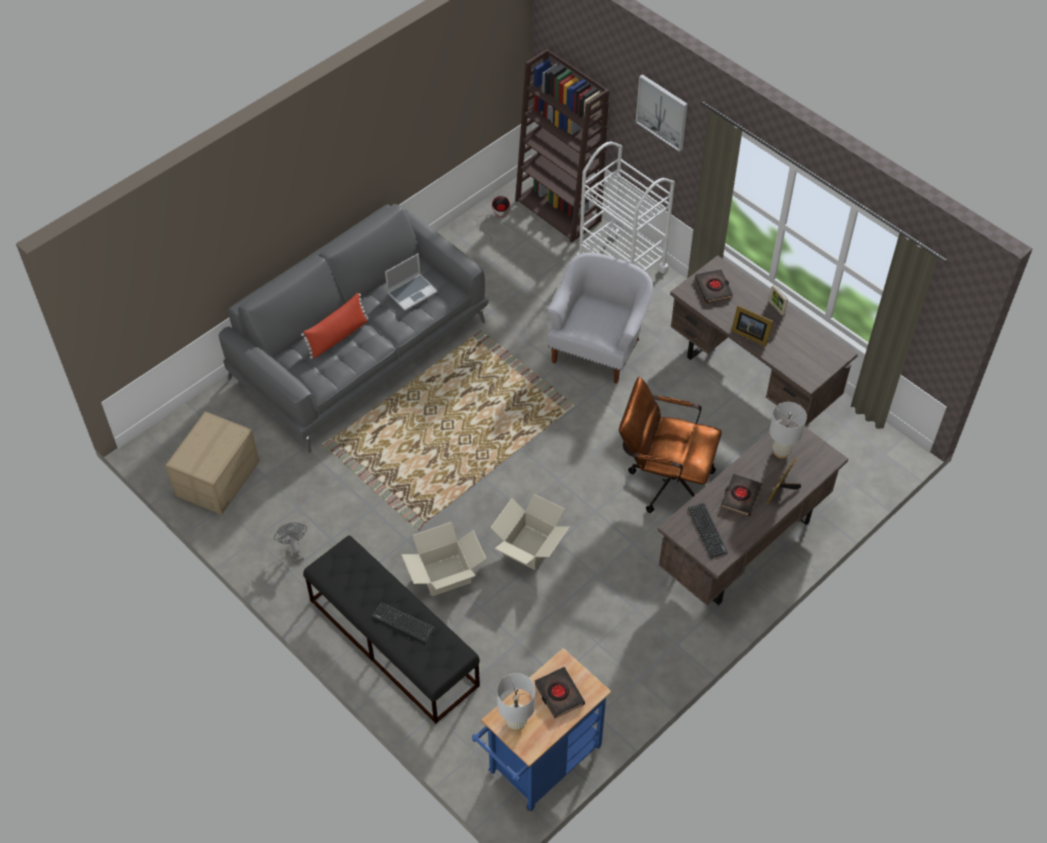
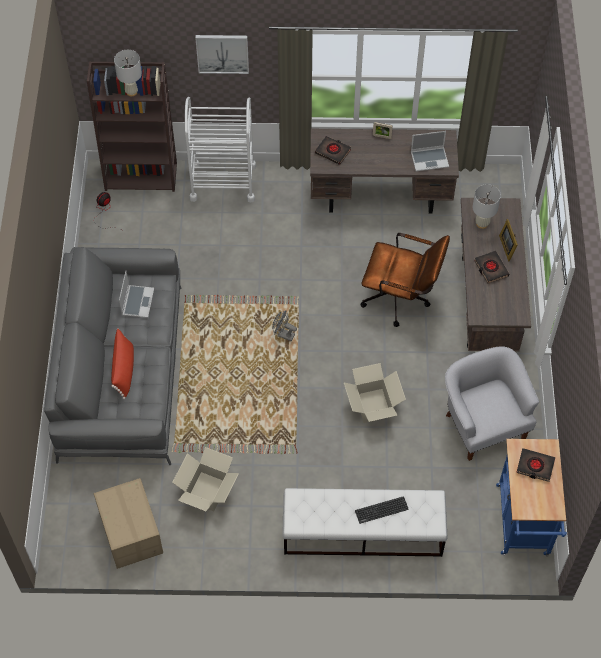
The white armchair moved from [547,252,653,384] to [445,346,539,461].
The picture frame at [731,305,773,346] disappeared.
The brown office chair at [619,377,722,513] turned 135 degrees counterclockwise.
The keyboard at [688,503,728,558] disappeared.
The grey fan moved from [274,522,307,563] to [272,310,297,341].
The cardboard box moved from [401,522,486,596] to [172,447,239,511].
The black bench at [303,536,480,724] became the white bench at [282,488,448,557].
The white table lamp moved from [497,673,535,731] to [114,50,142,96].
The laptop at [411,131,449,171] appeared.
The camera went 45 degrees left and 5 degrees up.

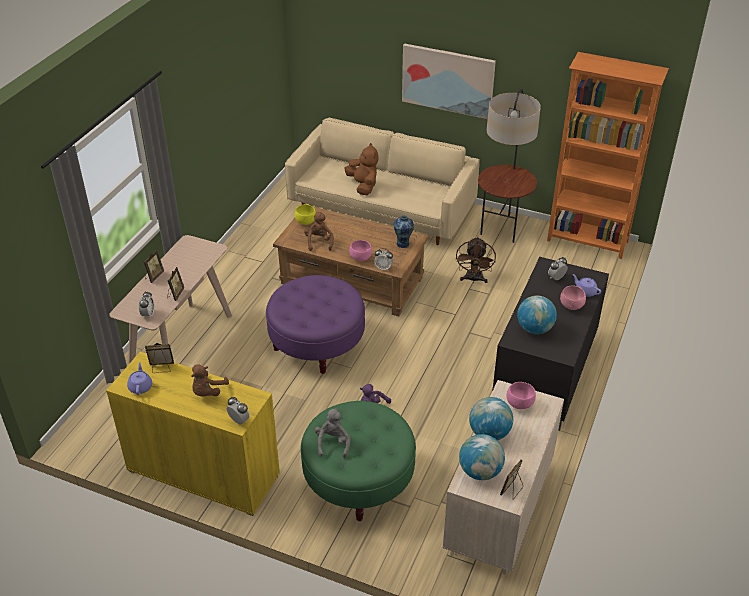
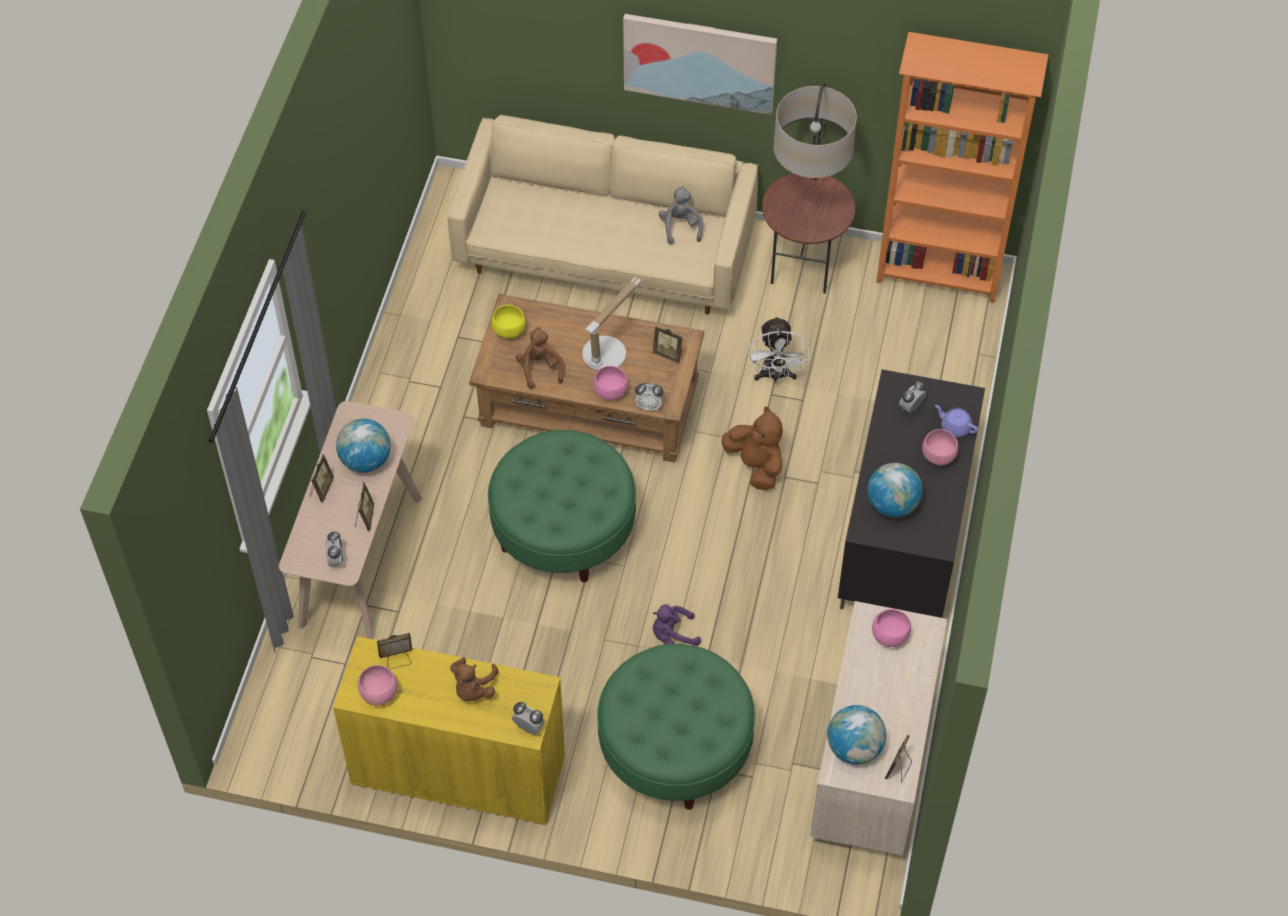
The brown plush toy moved from [345,143,379,195] to [722,406,783,490].
The vase at [393,215,414,248] was replaced by the picture frame at [653,326,683,363].
The brown fan at [456,237,496,283] became the white fan at [748,316,809,382].
The purple ottoman at [266,275,365,374] became the green ottoman at [488,430,636,583].
The purple teapot at [127,363,152,395] was replaced by the pink bowl at [358,665,398,706].
The globe moved from [469,397,513,440] to [336,419,391,473].
The grey plush toy moved from [315,408,350,458] to [659,186,704,245].
The table lamp at [582,277,641,371] appeared.
The camera went 10 degrees left and 15 degrees up.

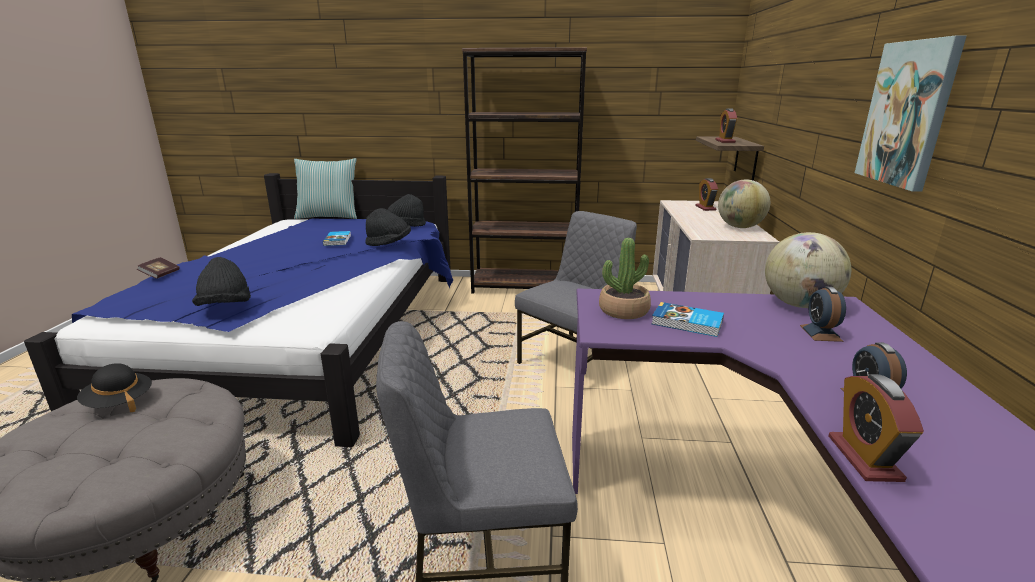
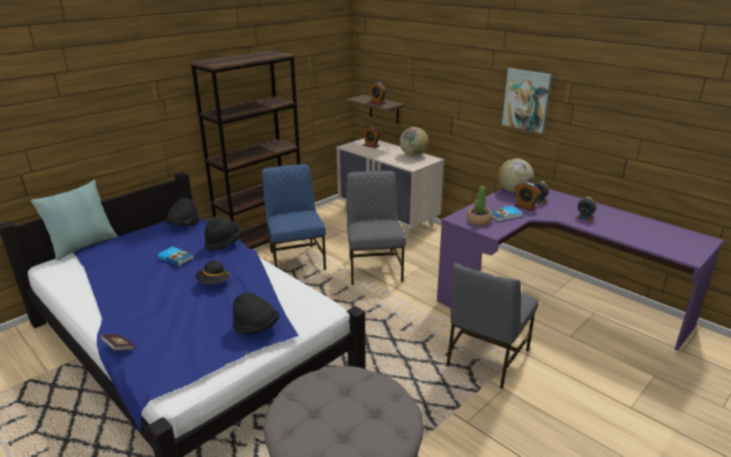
The black hat moved from [77,363,152,412] to [195,261,231,284].
The alarm clock moved from [828,374,924,482] to [514,182,541,211].
The blue chair at [262,164,326,270] appeared.
The camera went 50 degrees left and 5 degrees up.

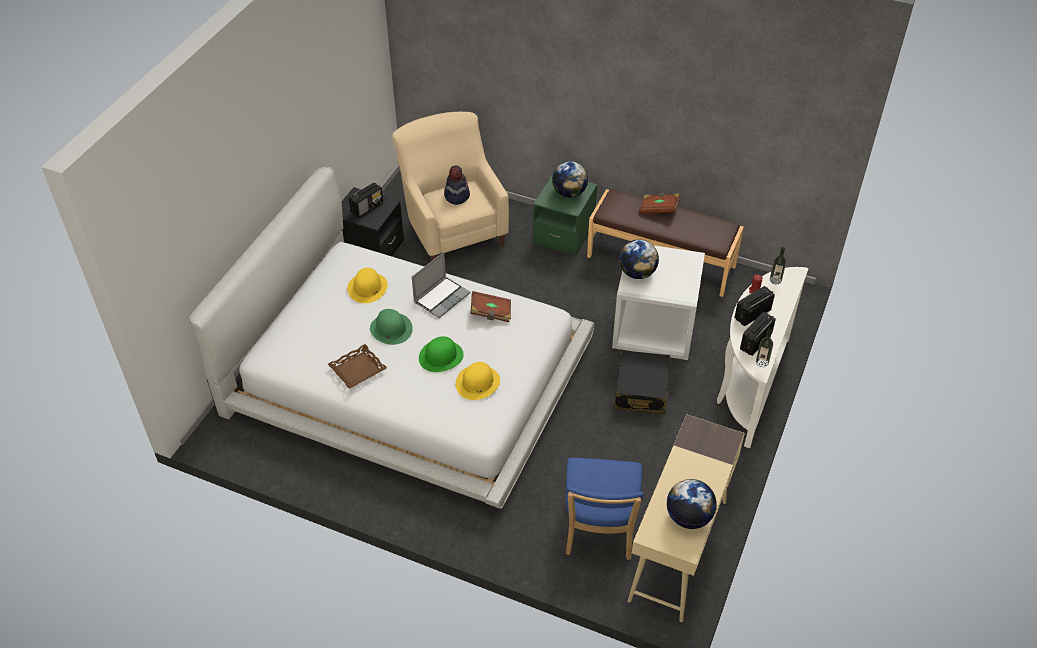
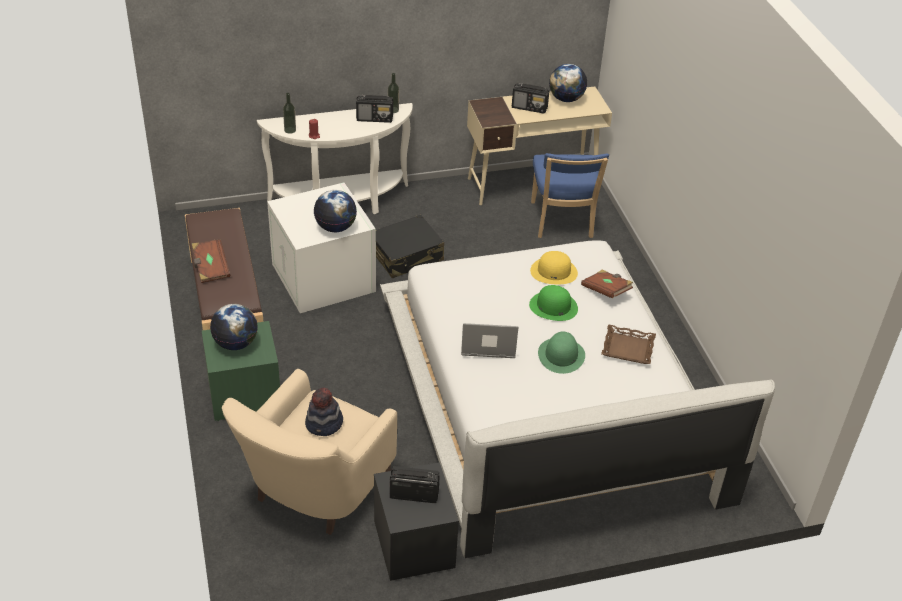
The yellow hat at [347,268,388,303] disappeared.
The radio moved from [734,286,775,326] to [512,83,549,114].
The brown book moved from [470,291,511,322] to [581,270,633,298].
The blue chair at [566,457,644,560] turned 120 degrees clockwise.
The camera went 130 degrees left and 5 degrees down.

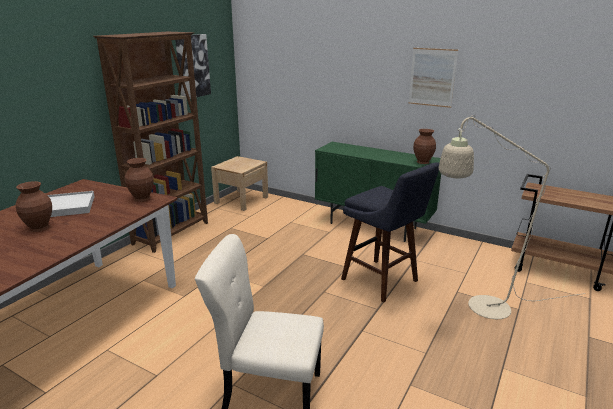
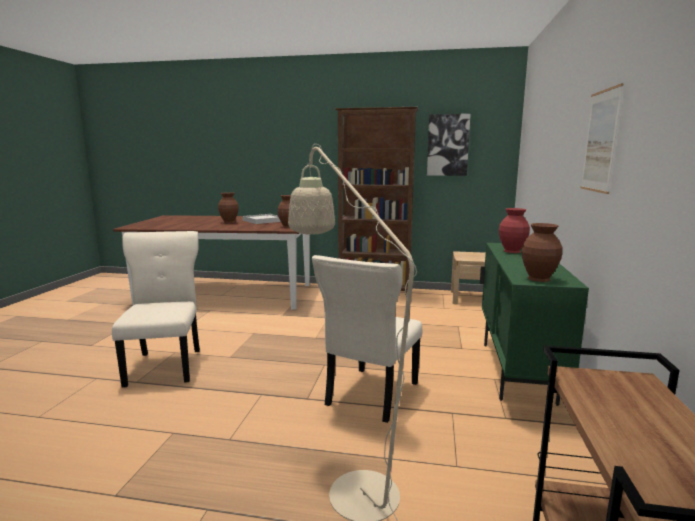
The blue stool at [341,162,439,302] was replaced by the beige chair at [312,255,422,423].
The red vase at [499,208,530,253] appeared.
The camera went 70 degrees right and 10 degrees down.

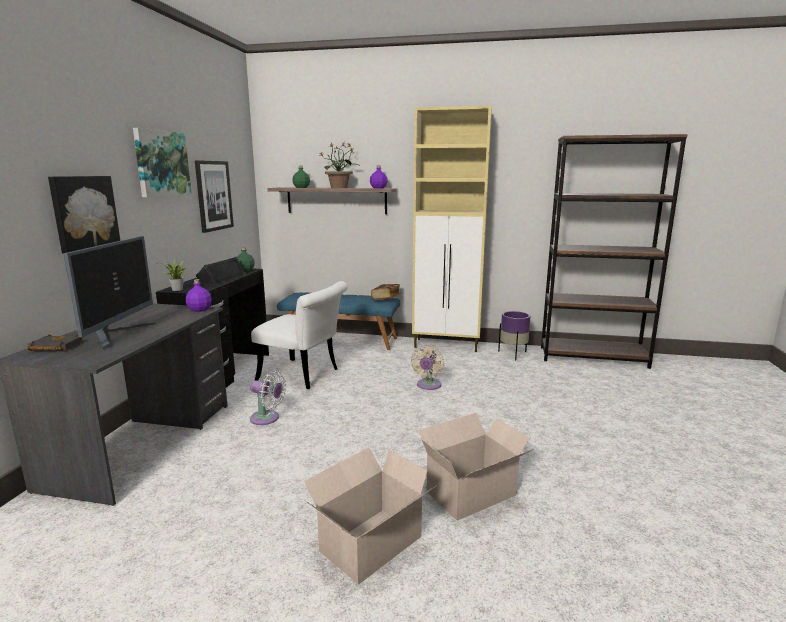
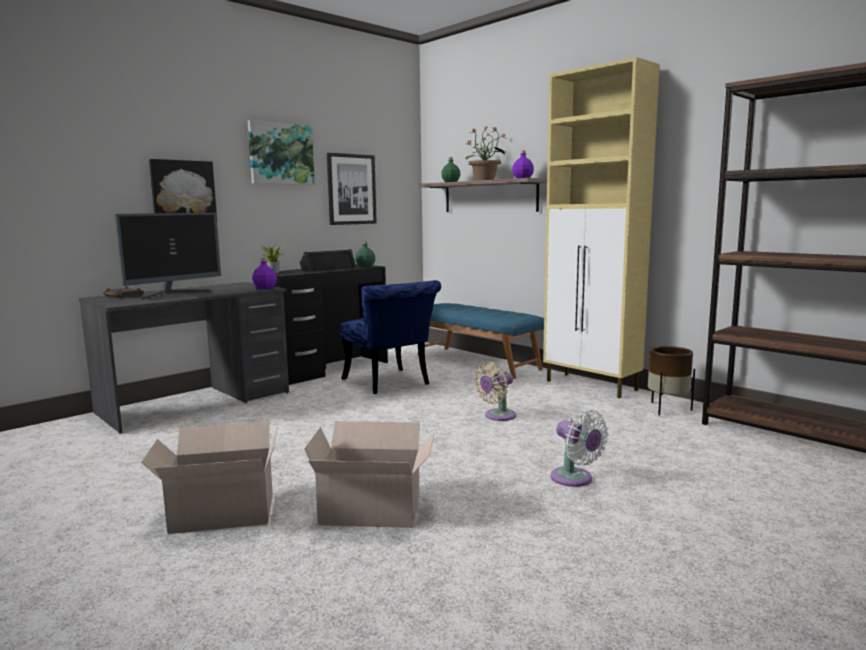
The white chair at [251,281,347,389] became the blue chair at [340,280,441,394].
The book at [371,284,401,300] disappeared.
The purple planter at [498,311,531,360] became the brown planter at [648,346,695,416].
The white fan moved from [250,370,286,425] to [551,410,609,487].
The camera went 35 degrees right and 5 degrees down.

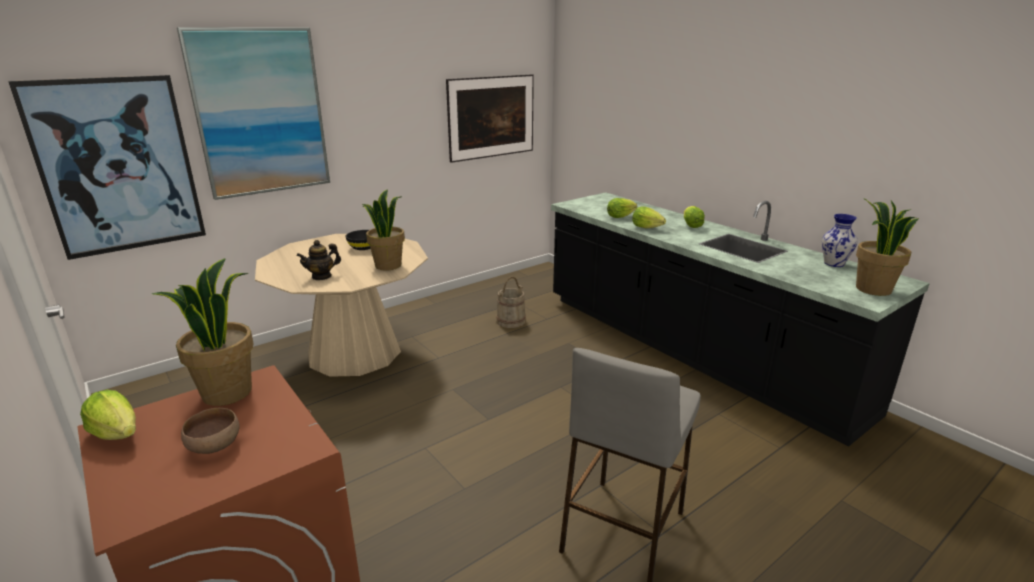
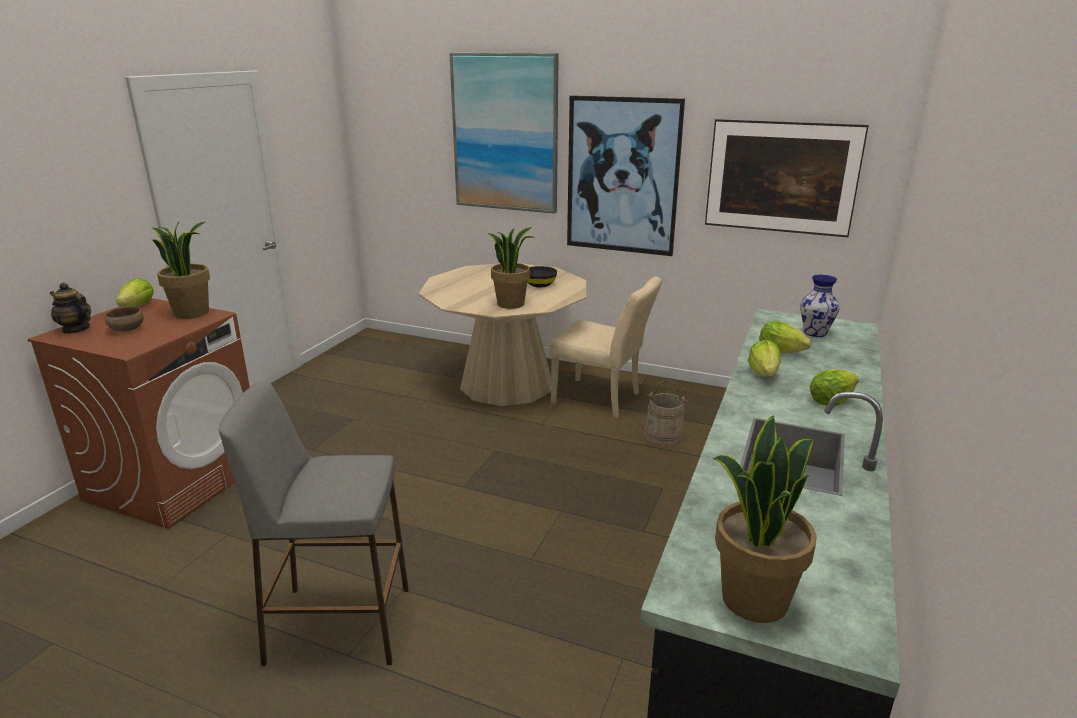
The picture moved from [8,75,206,260] to [567,95,685,256].
The vase moved from [822,214,858,267] to [800,275,840,337].
The teapot moved from [297,240,341,280] to [50,283,91,334].
The beige chair at [549,277,662,418] appeared.
The camera went 60 degrees right and 0 degrees up.

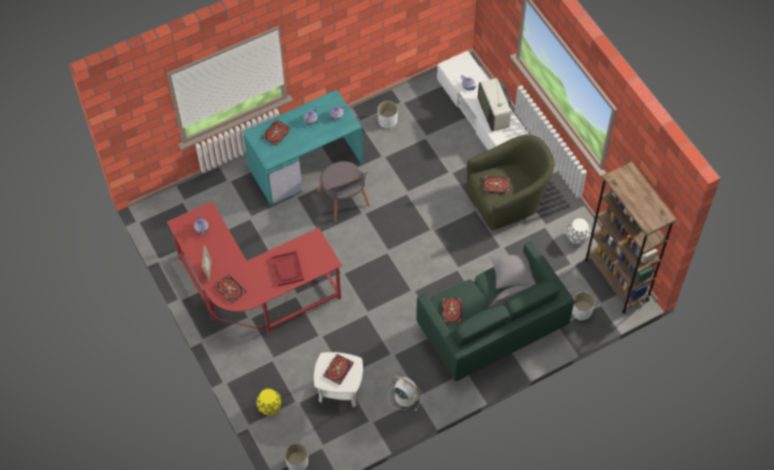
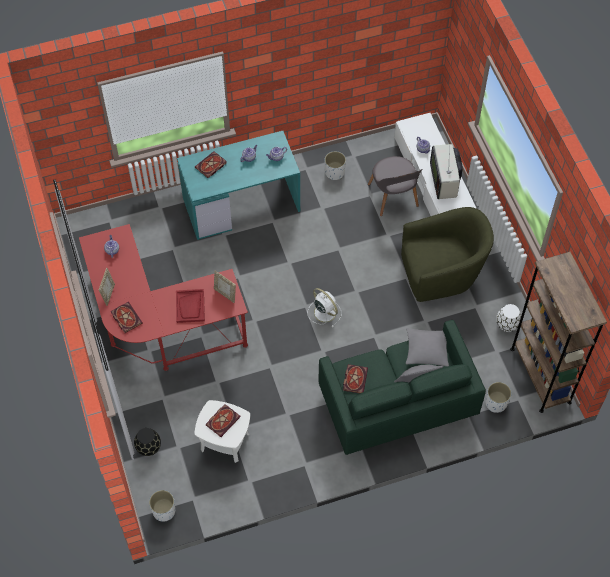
The grey chair moved from [317,161,370,222] to [368,156,423,216].
The book at [484,176,510,194] disappeared.
The white fan moved from [388,376,422,410] to [307,288,341,327].
The yellow vase at [256,389,282,415] became the black vase at [134,428,161,456].
The picture frame at [214,271,236,303] appeared.
The camera went 10 degrees right and 0 degrees up.

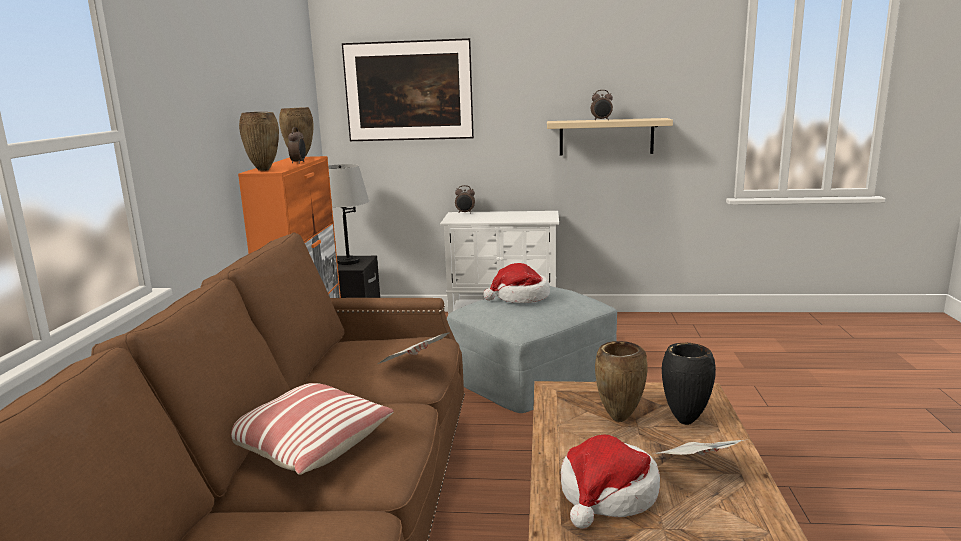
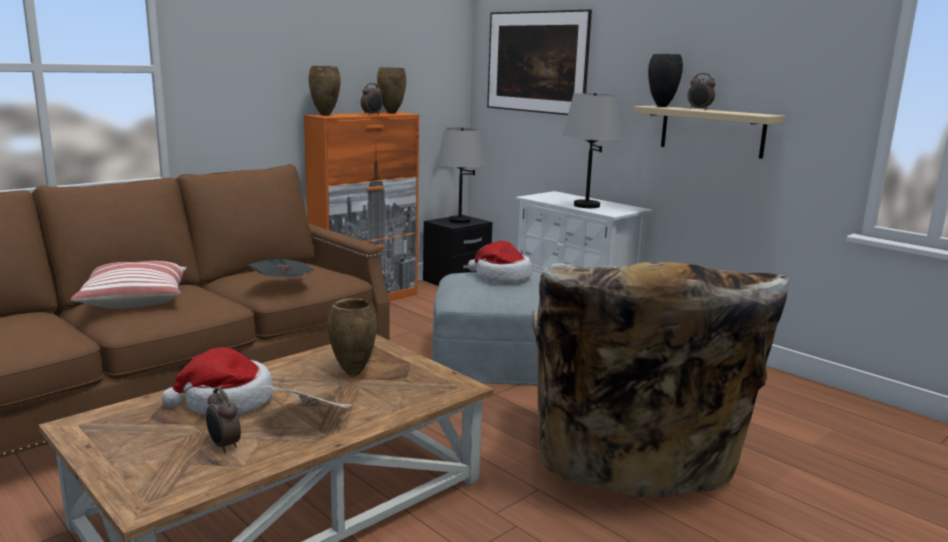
The alarm clock moved from [455,185,475,213] to [206,388,241,453].
The black vase moved from [662,343,716,425] to [648,54,683,107].
The grey table lamp at [562,93,622,208] appeared.
The beige armchair at [532,262,790,498] appeared.
The camera went 40 degrees right and 0 degrees up.

